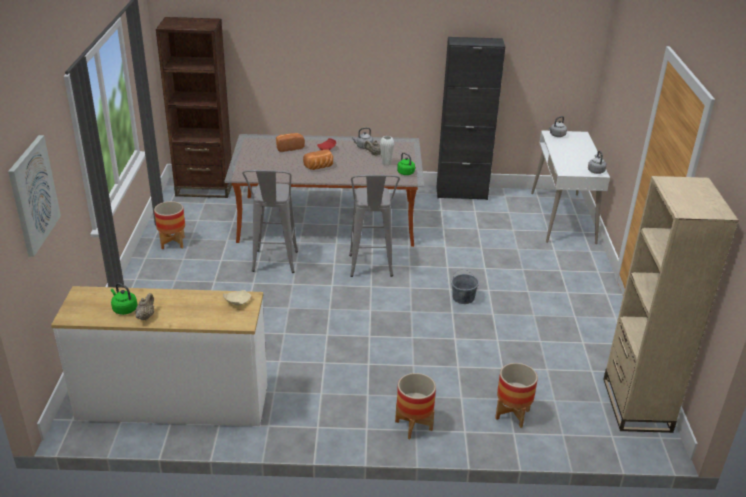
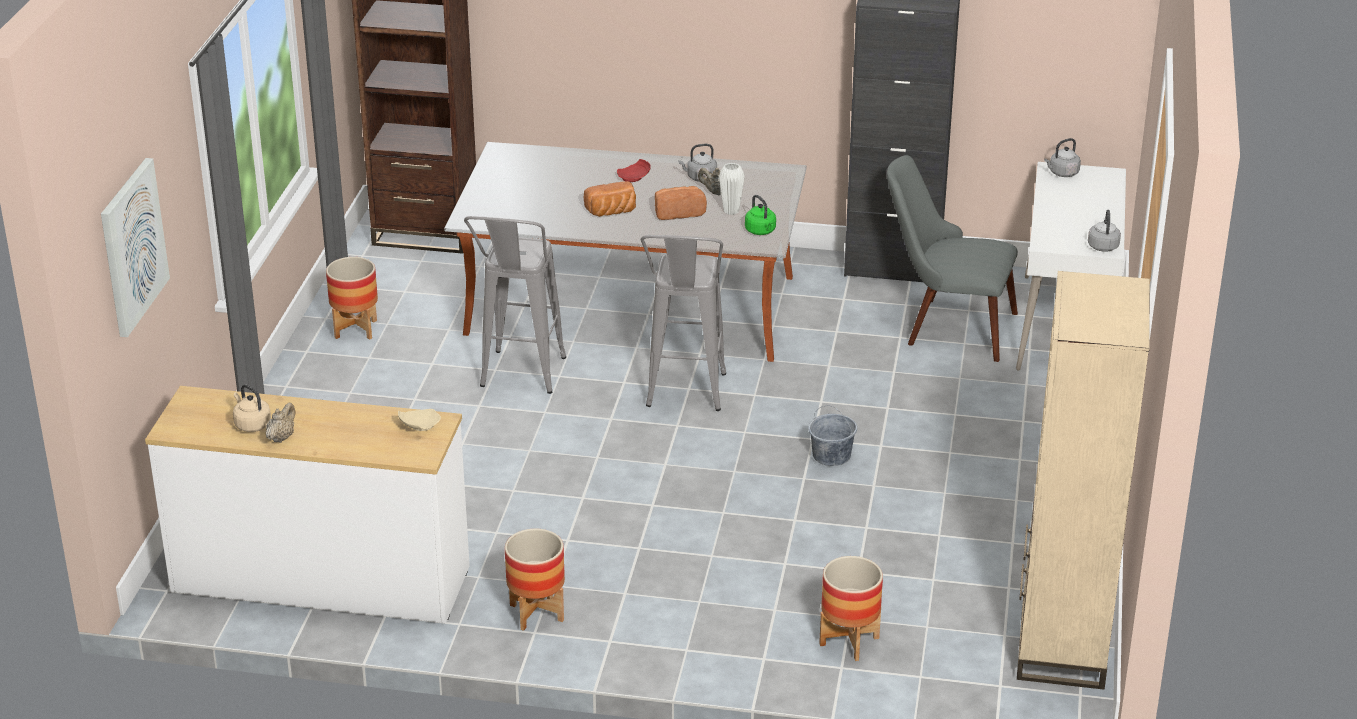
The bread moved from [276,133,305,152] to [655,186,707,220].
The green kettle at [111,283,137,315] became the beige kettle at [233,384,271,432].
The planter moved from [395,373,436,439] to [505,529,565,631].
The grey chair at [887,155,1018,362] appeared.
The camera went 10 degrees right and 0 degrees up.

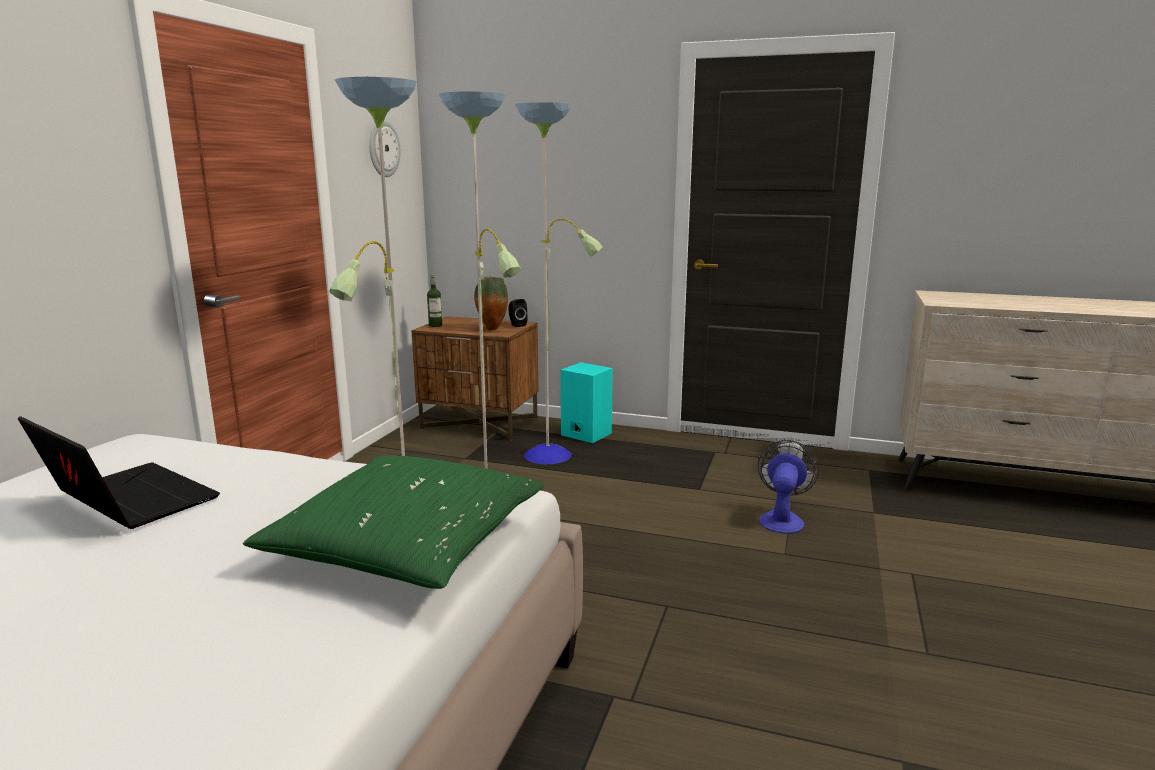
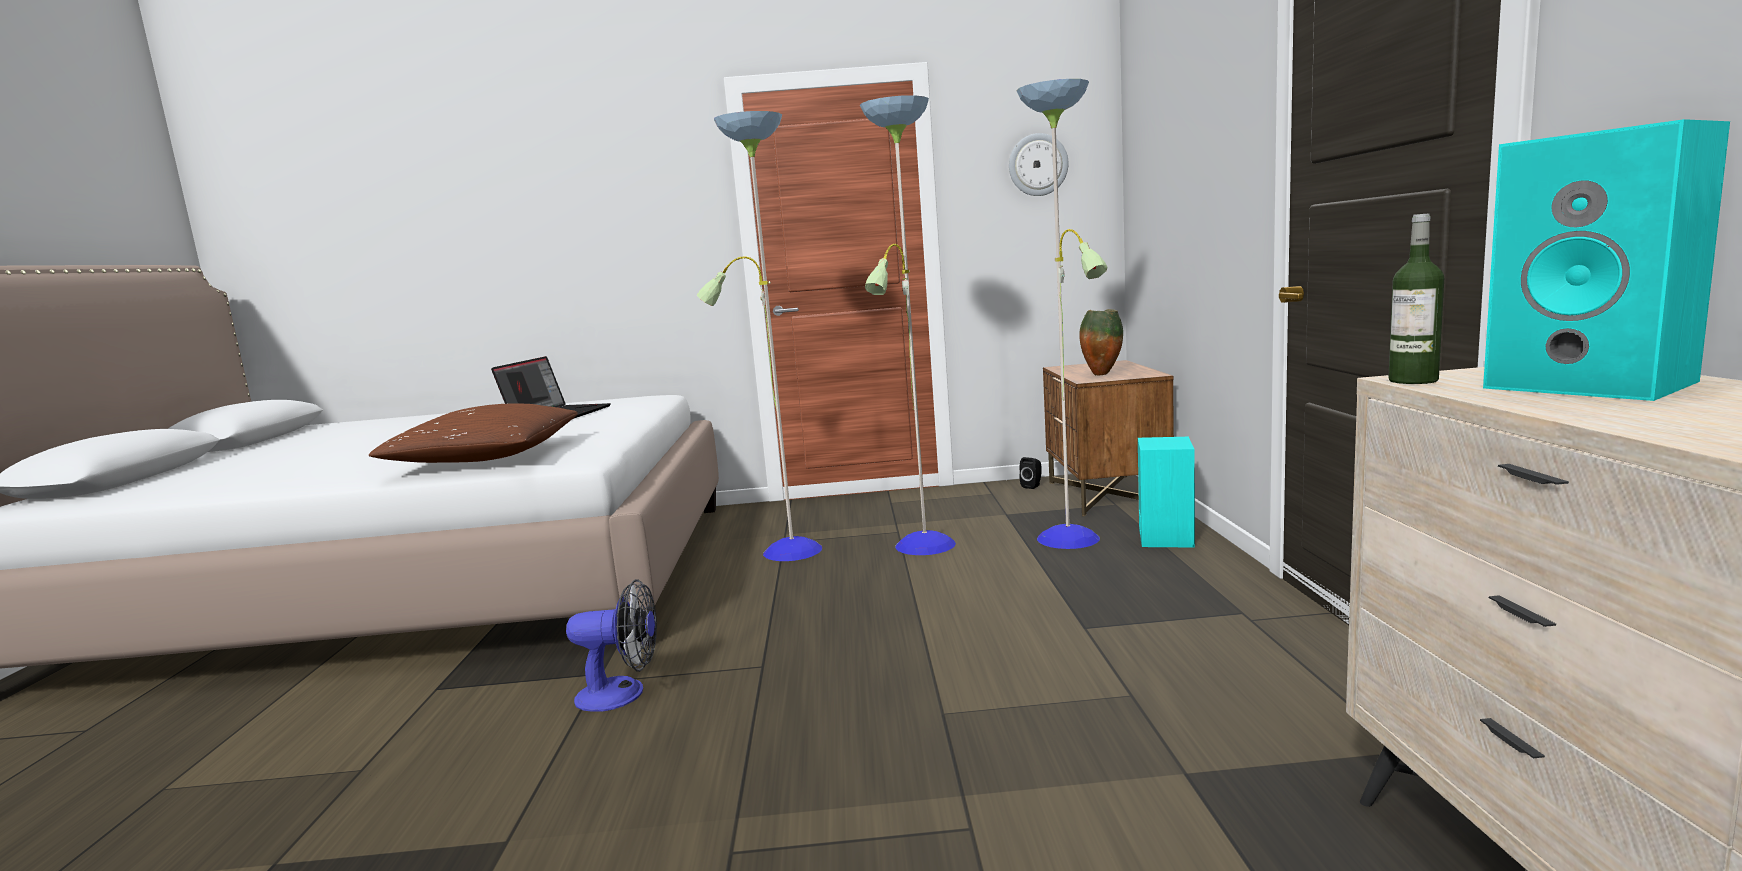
The bottle moved from [427,275,442,327] to [1388,213,1444,384].
The black speaker moved from [508,299,528,327] to [1019,457,1042,489].
The fan moved from [758,440,819,534] to [566,579,657,712].
The green pillow at [243,456,544,589] became the brown pillow at [368,404,578,463].
The turquoise speaker at [1483,119,1730,401] appeared.
The camera went 70 degrees right and 5 degrees down.

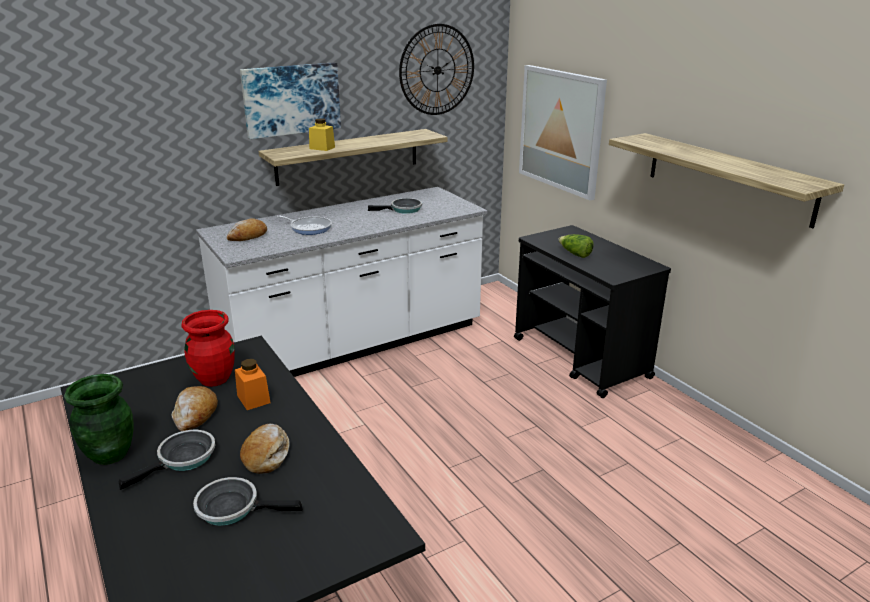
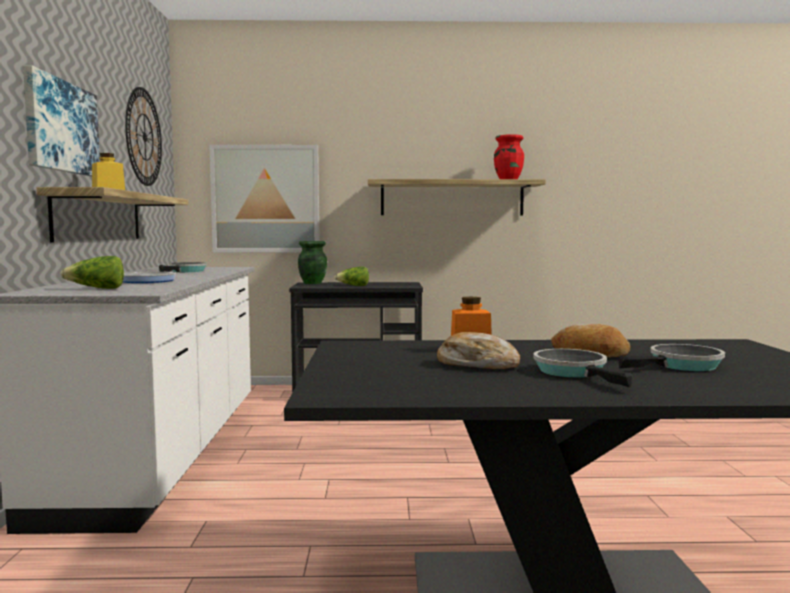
The bread at [227,218,267,241] was replaced by the lettuce at [60,256,124,289].
The red vase moved from [182,310,235,387] to [494,134,524,179].
The green vase moved from [64,374,134,465] to [298,241,327,284].
The frying pan at [193,477,303,526] turned 150 degrees counterclockwise.
The camera went 60 degrees left and 20 degrees down.

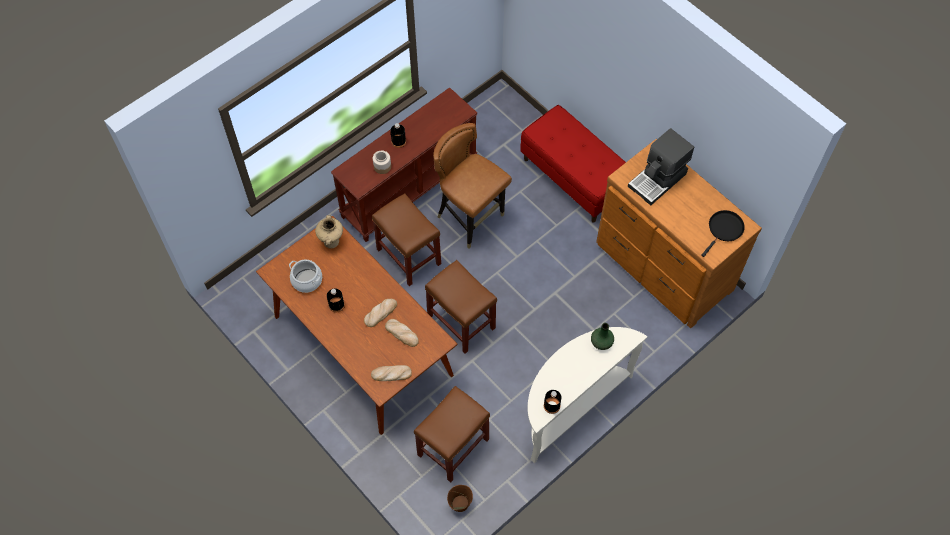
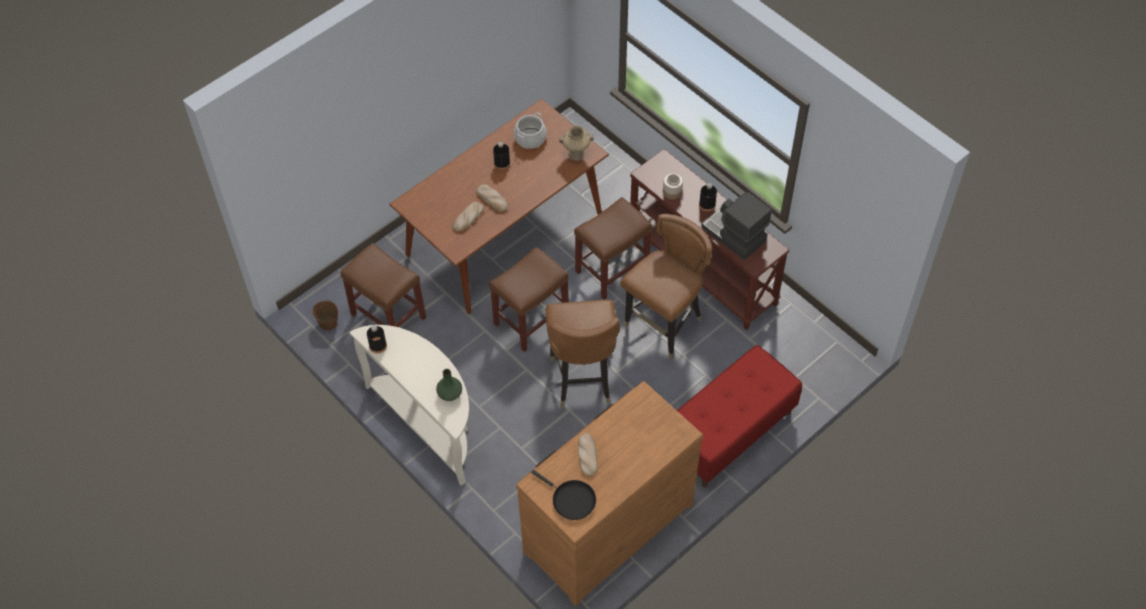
The coffee machine moved from [628,128,694,205] to [701,192,772,260].
The bread moved from [371,365,412,381] to [578,433,598,476].
The brown chair at [546,300,620,408] appeared.
The camera went 90 degrees right and 5 degrees down.

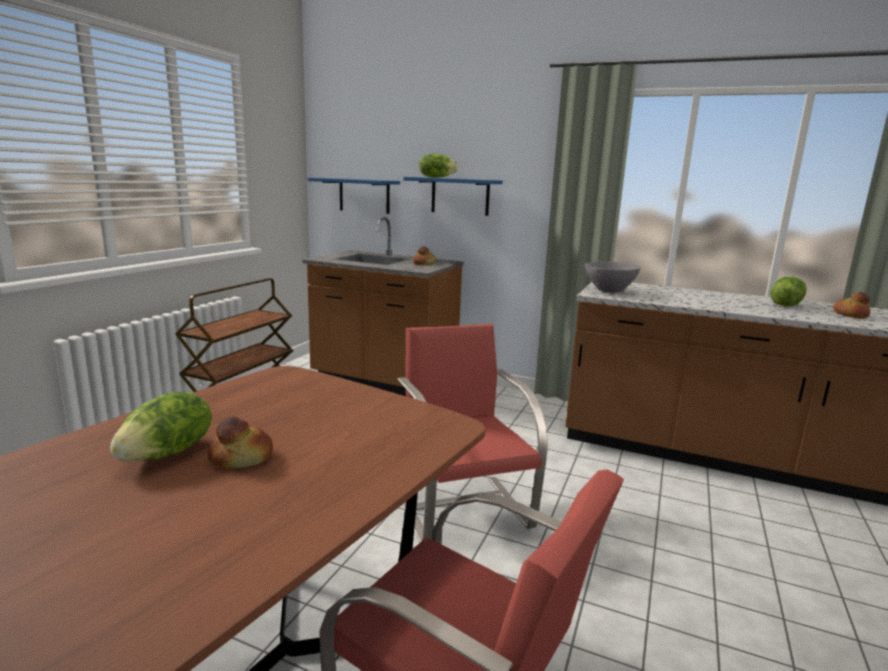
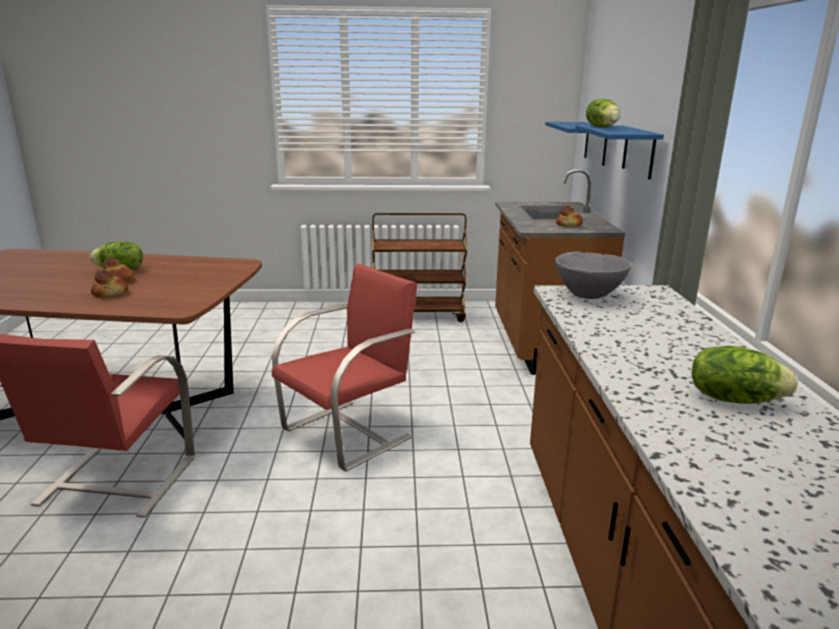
The bread moved from [833,292,871,319] to [91,270,128,297].
The camera went 65 degrees right and 5 degrees up.

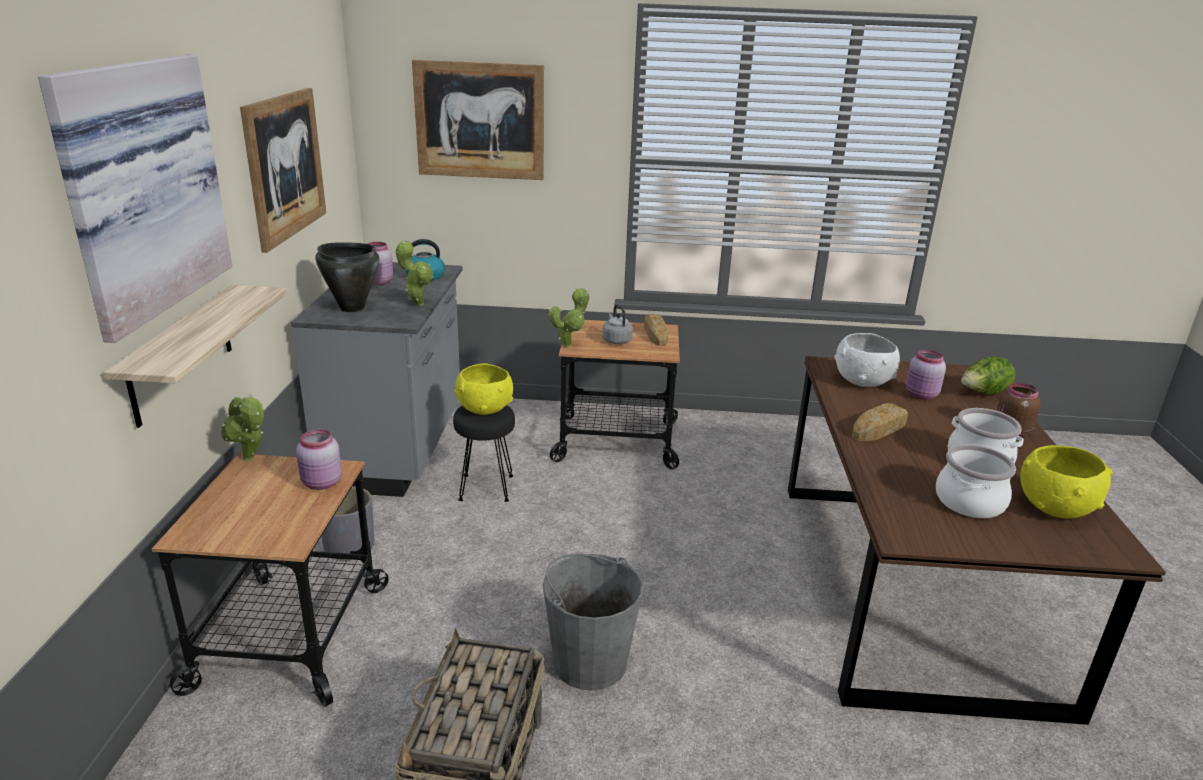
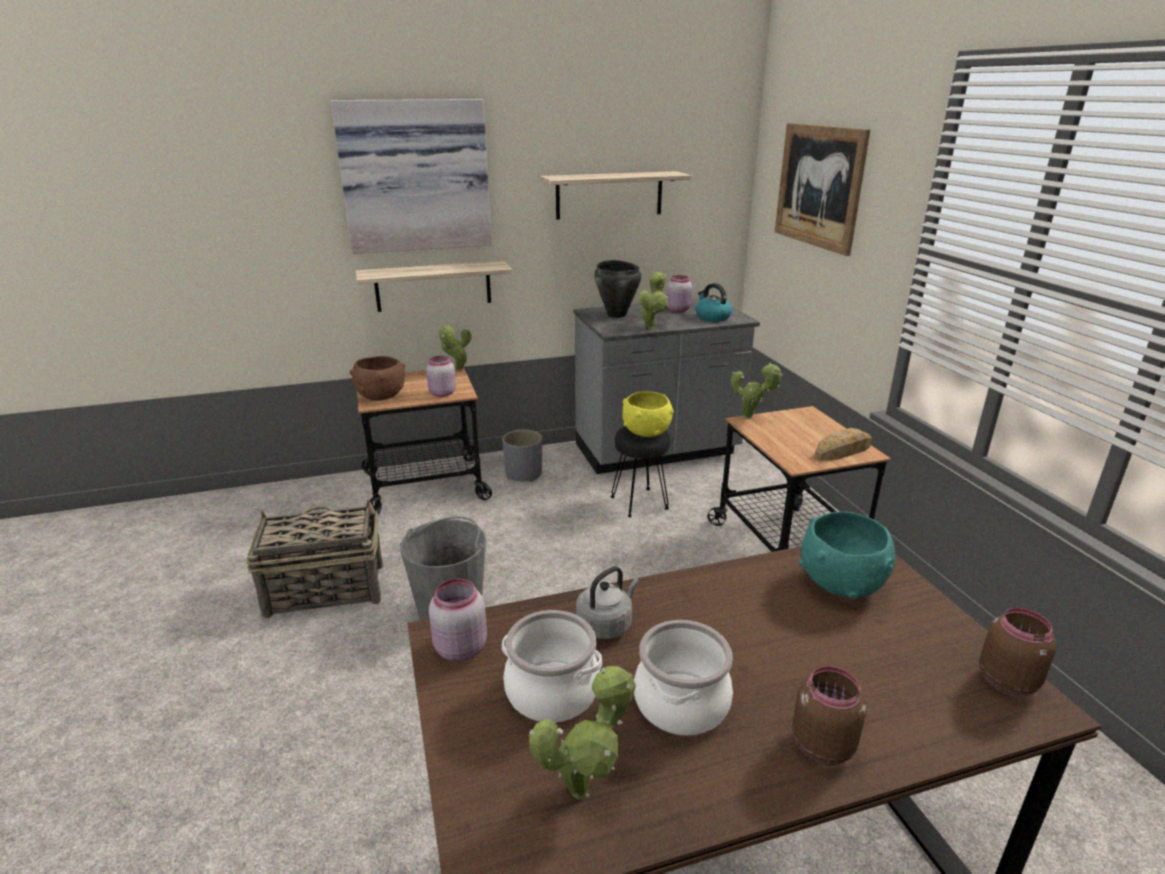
The picture at [240,88,326,253] was replaced by the shelf at [540,171,692,219].
The grey kettle moved from [602,304,633,344] to [576,566,639,639].
The white bowl at [834,333,900,387] became the turquoise bowl at [799,511,896,598].
The pink jar moved from [906,350,946,400] to [429,579,487,662].
The lettuce at [961,356,1016,395] disappeared.
The bread at [852,403,908,441] disappeared.
The yellow bowl at [1020,445,1113,519] was replaced by the potted plant at [529,666,636,799].
The brown bowl at [350,356,405,401] appeared.
The brown jar at [979,608,1056,696] appeared.
The camera went 70 degrees right and 0 degrees up.

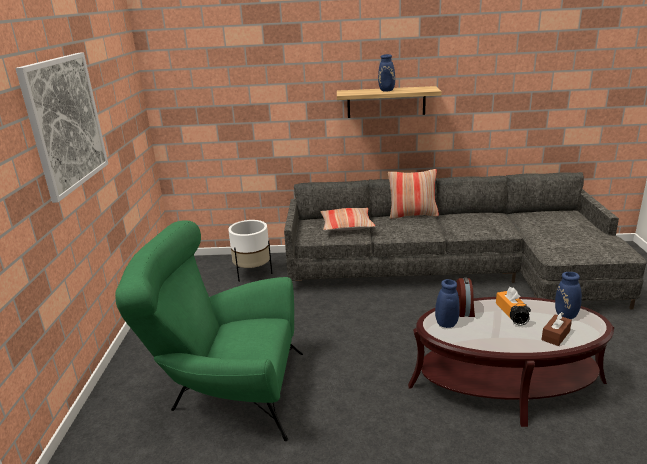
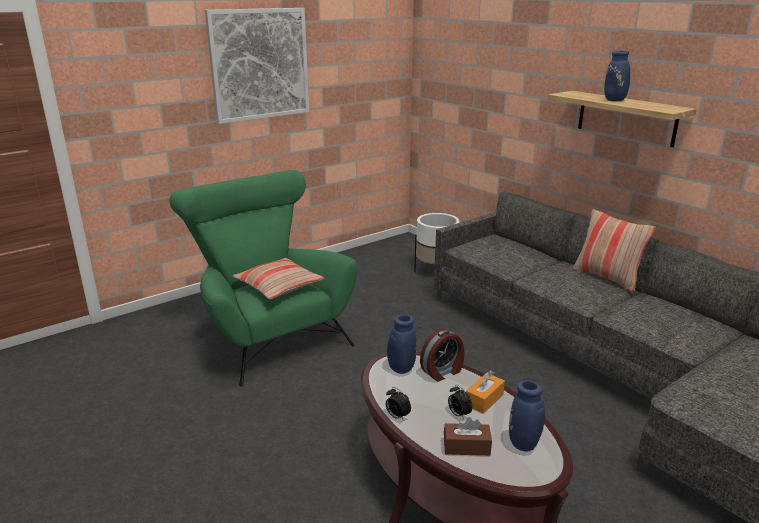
The pillow moved from [321,208,375,231] to [233,258,325,300].
The alarm clock at [386,387,411,421] appeared.
The camera went 50 degrees right and 0 degrees up.

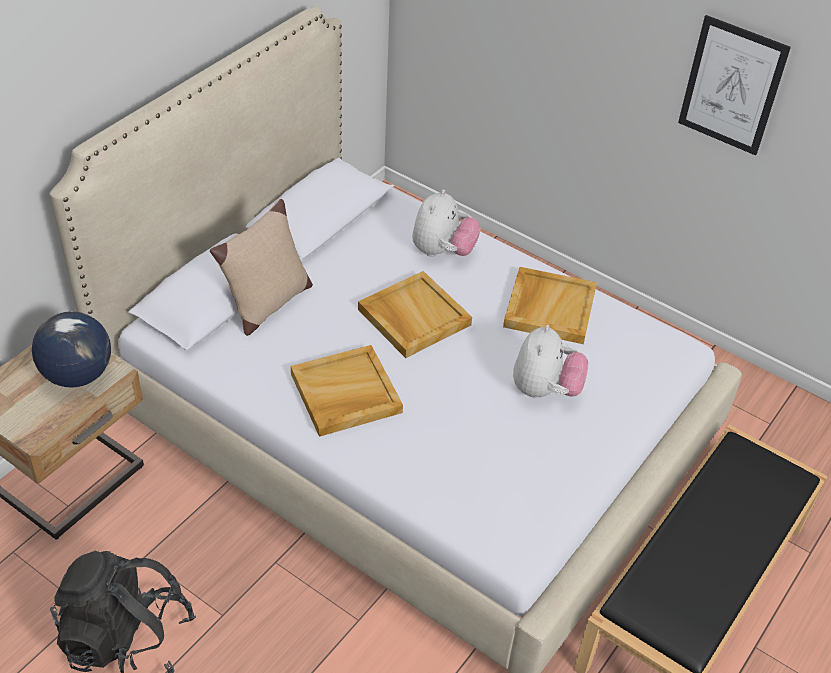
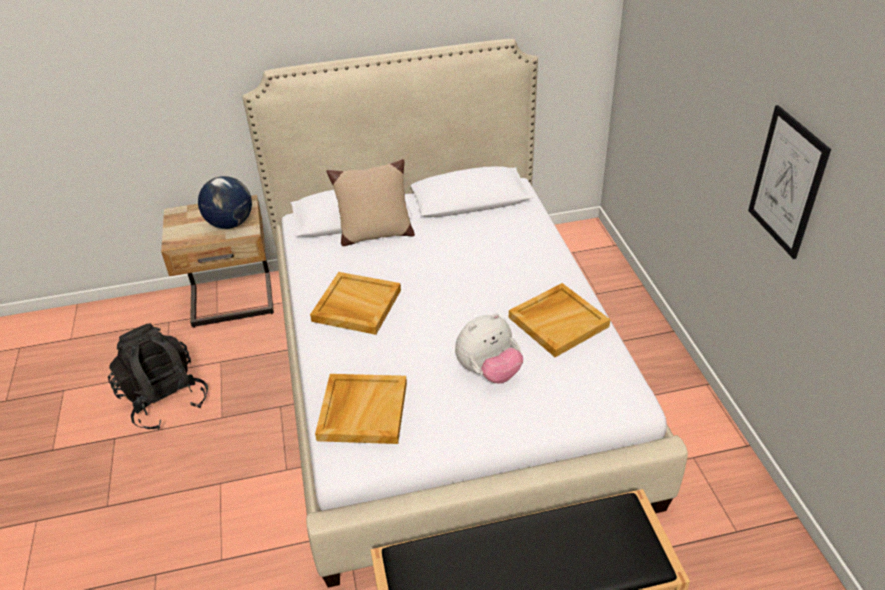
The plush toy at [412,190,480,257] disappeared.
The beige tray moved from [358,271,472,358] to [315,374,407,444].
The camera went 45 degrees right and 5 degrees down.

